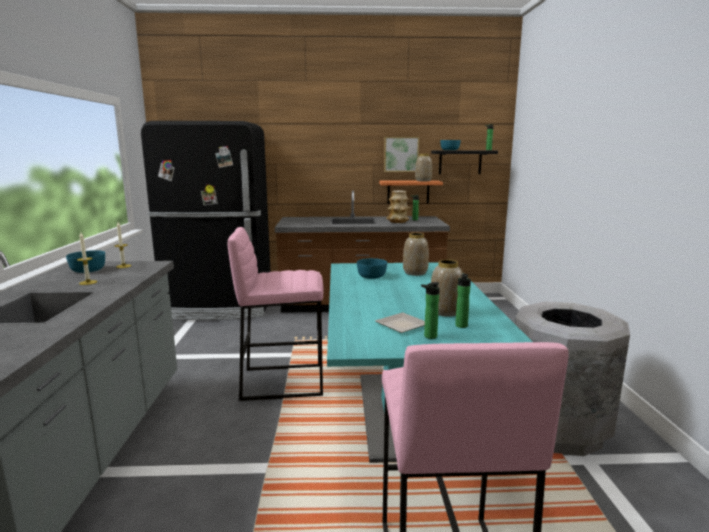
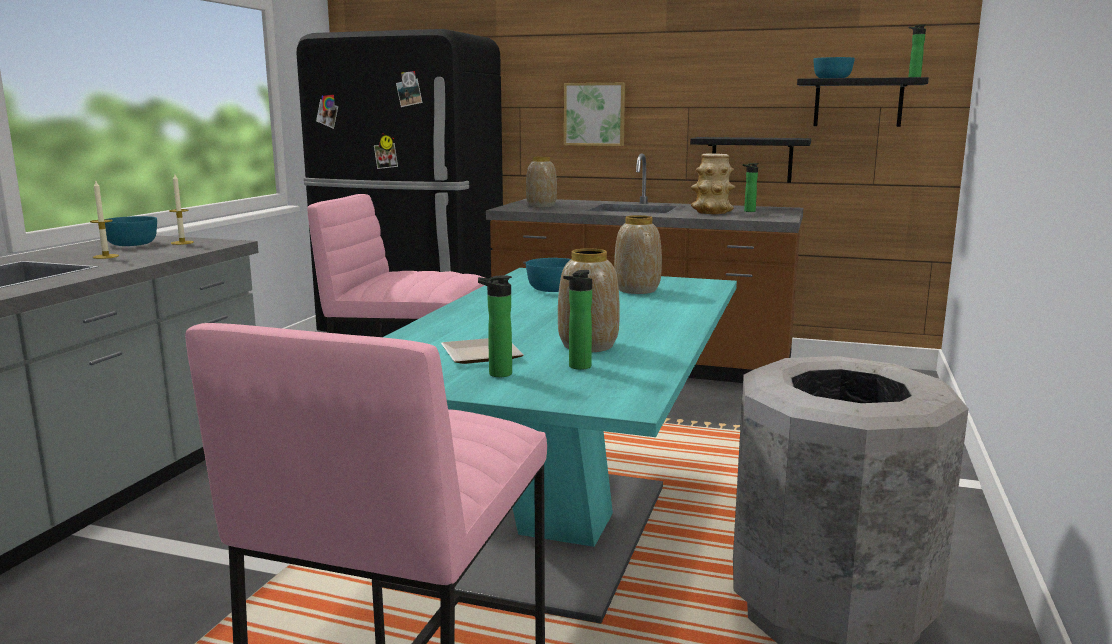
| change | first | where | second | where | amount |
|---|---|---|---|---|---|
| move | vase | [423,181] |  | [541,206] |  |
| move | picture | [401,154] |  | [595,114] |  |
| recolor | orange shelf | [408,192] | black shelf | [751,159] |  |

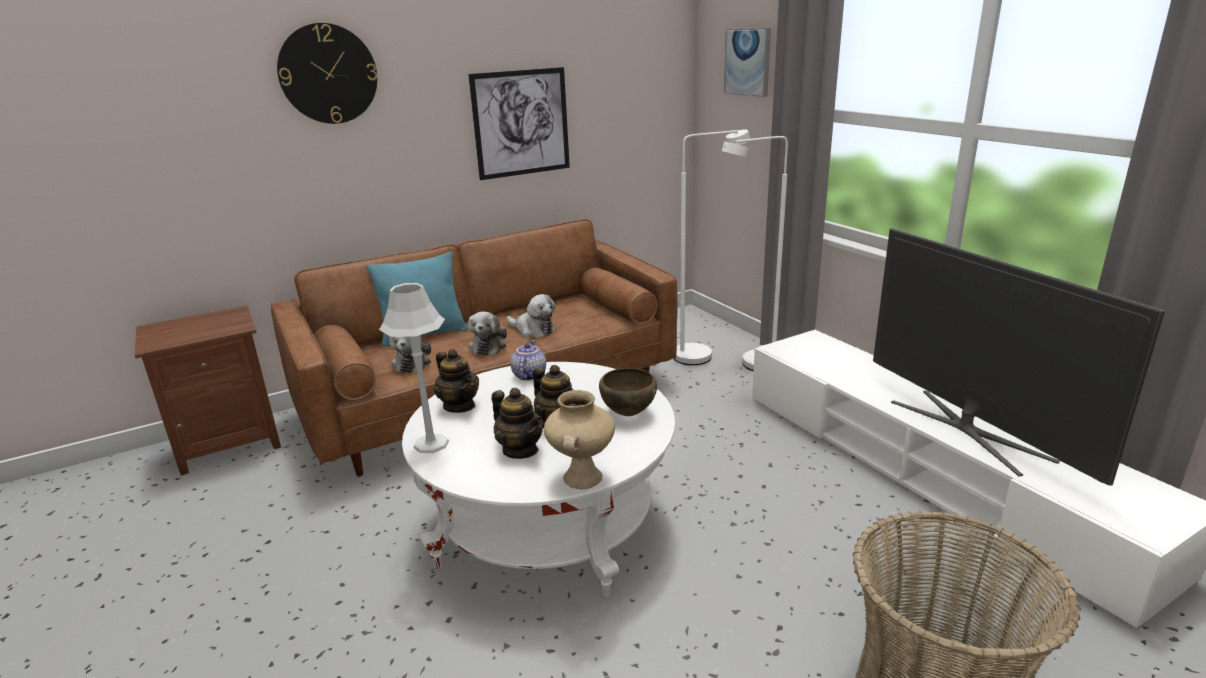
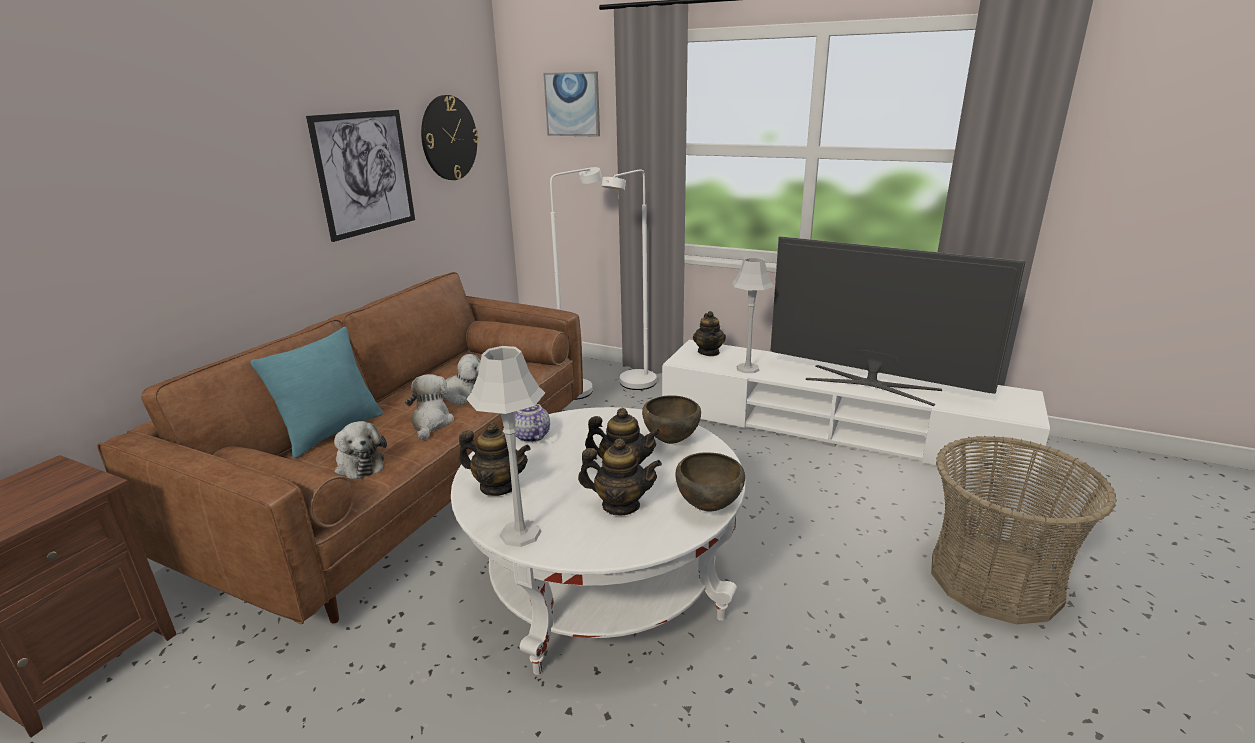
| change | first | where | second | where | amount |
|---|---|---|---|---|---|
| rotate | plush toy | [488,346] |  | [431,423] | 150 degrees counterclockwise |
| move | wall clock | [328,74] |  | [449,138] |  |
| replace | beige vase | [582,477] | brown bowl | [707,507] |  |
| insert |  |  | teapot | [709,352] |  |
| insert |  |  | grey table lamp | [748,368] |  |

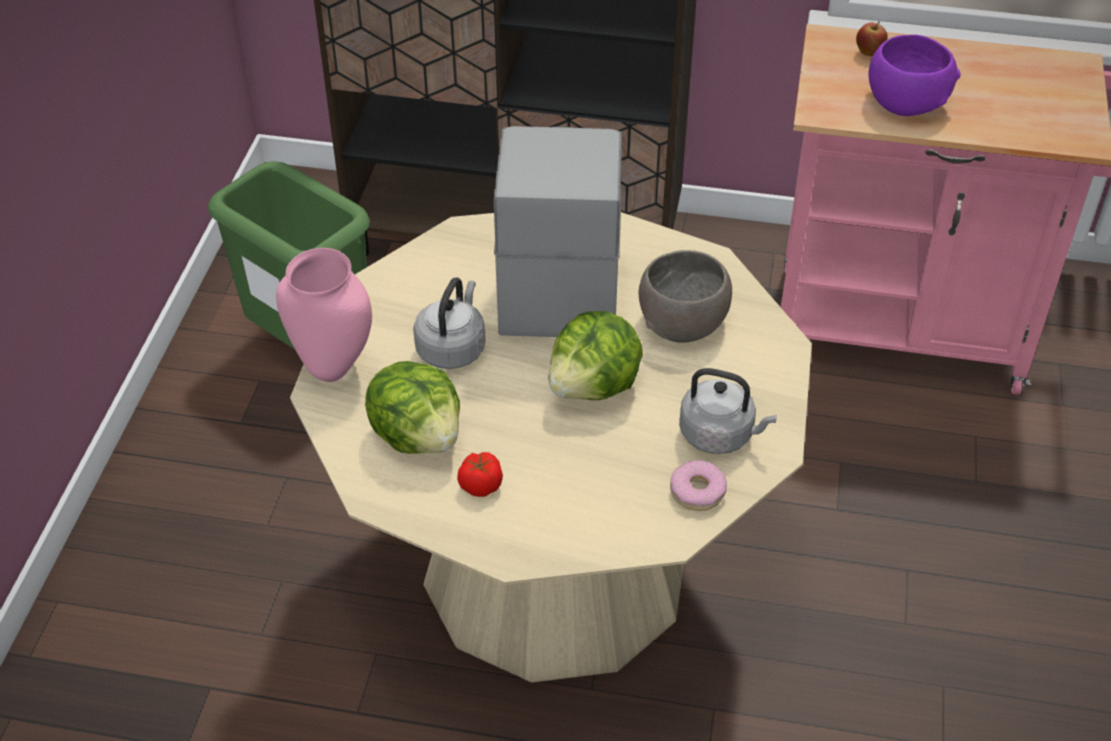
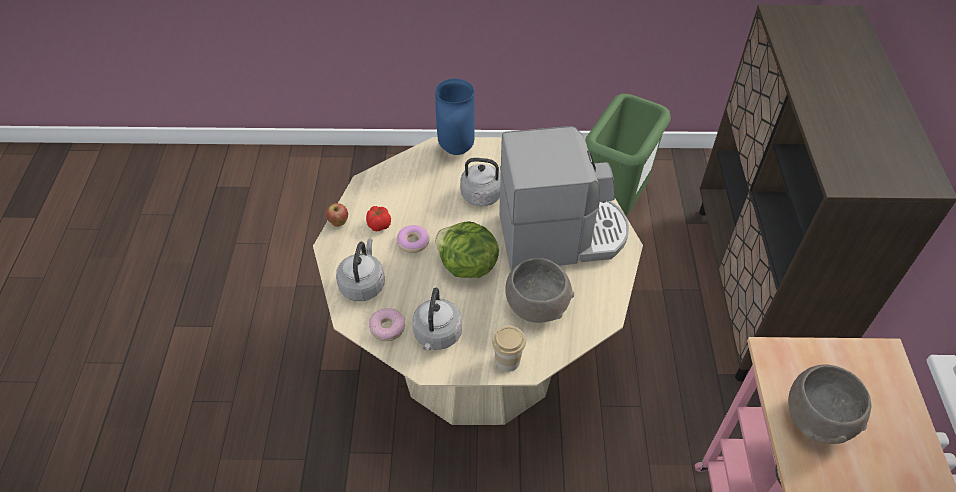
| change | first | where | second | where | amount |
|---|---|---|---|---|---|
| move | apple | [869,53] |  | [338,223] |  |
| insert |  |  | grey kettle | [363,284] |  |
| insert |  |  | donut | [413,242] |  |
| recolor | pink vase | [334,367] | blue vase | [457,149] |  |
| insert |  |  | cup | [507,361] |  |
| recolor | purple bowl | [906,102] | grey bowl | [818,419] |  |
| delete | lettuce | [418,435] |  |  |  |

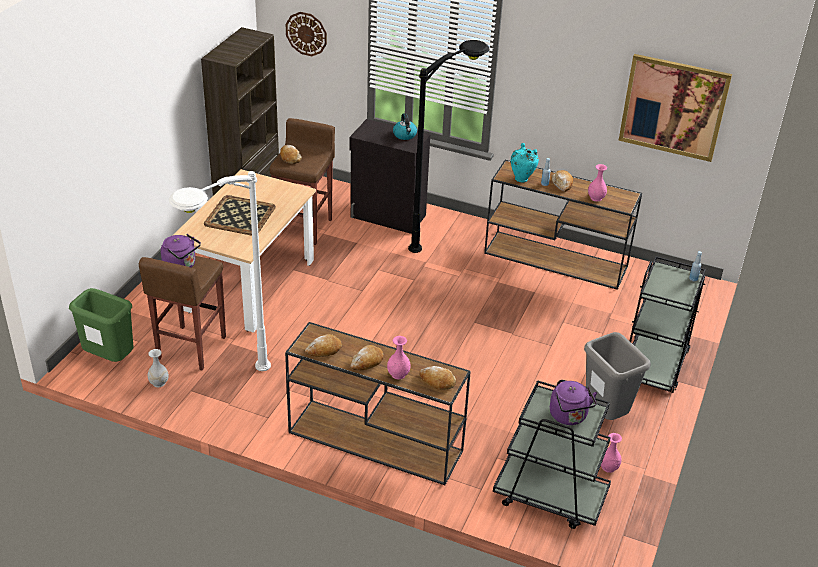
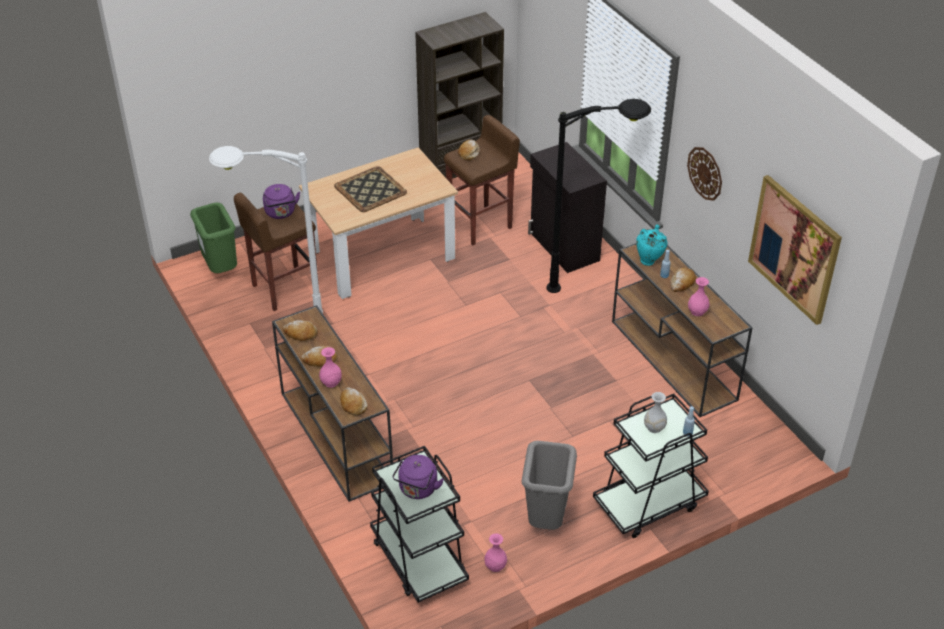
| change | first | where | second | where | amount |
|---|---|---|---|---|---|
| move | white vase | [158,383] |  | [654,427] |  |
| move | wall clock | [306,33] |  | [705,173] |  |
| delete | kettle | [405,135] |  |  |  |

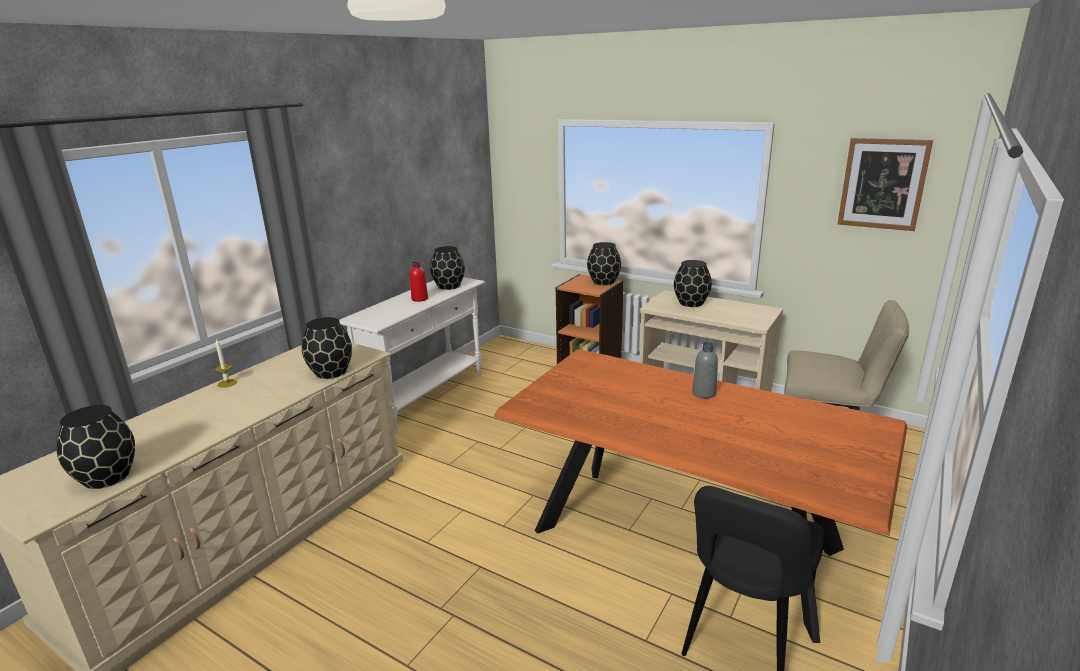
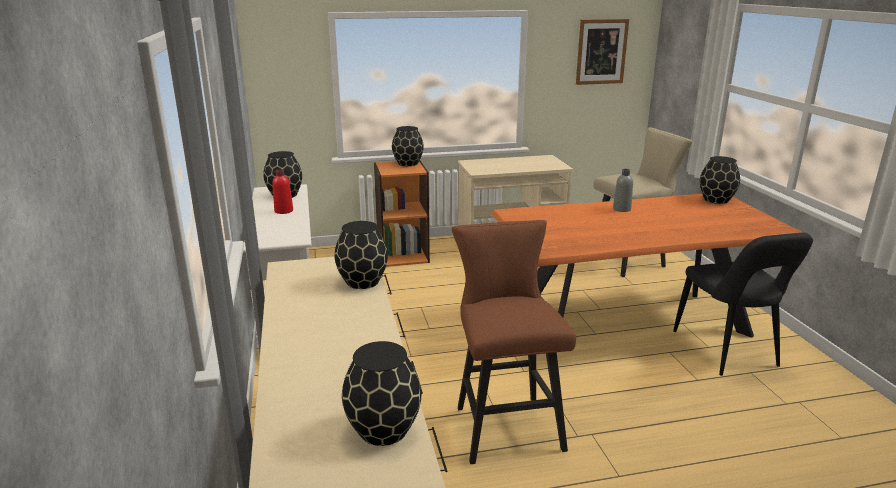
| change | first | where | second | where | amount |
|---|---|---|---|---|---|
| insert |  |  | brown stool | [505,423] |  |
| move | black vase | [691,303] |  | [716,200] |  |
| delete | candle | [227,383] |  |  |  |

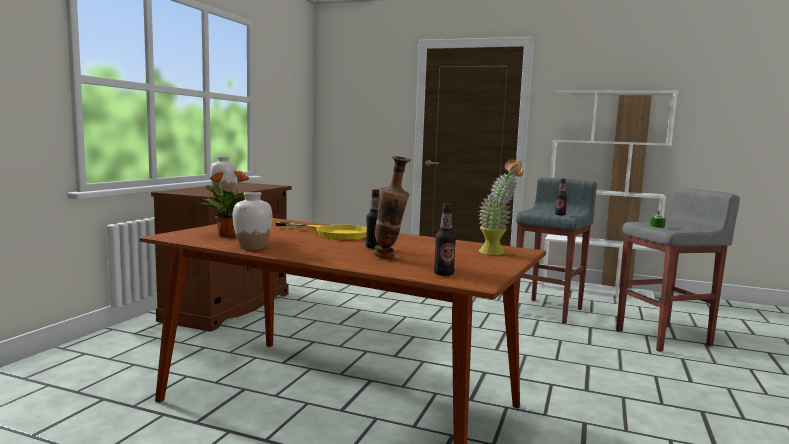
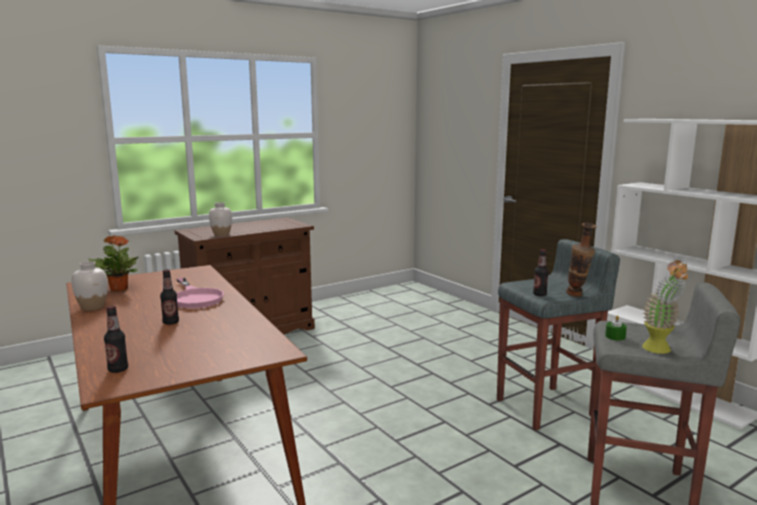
| change | first | where | second | where | amount |
|---|---|---|---|---|---|
| recolor | yellow frying pan | [333,233] | pink frying pan | [195,297] |  |
| move | vase | [389,258] |  | [577,296] |  |
| move | potted plant | [497,253] |  | [660,351] |  |

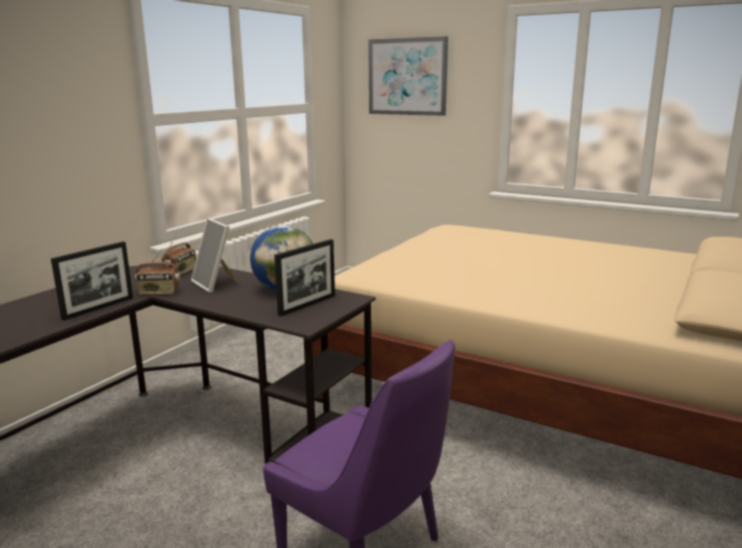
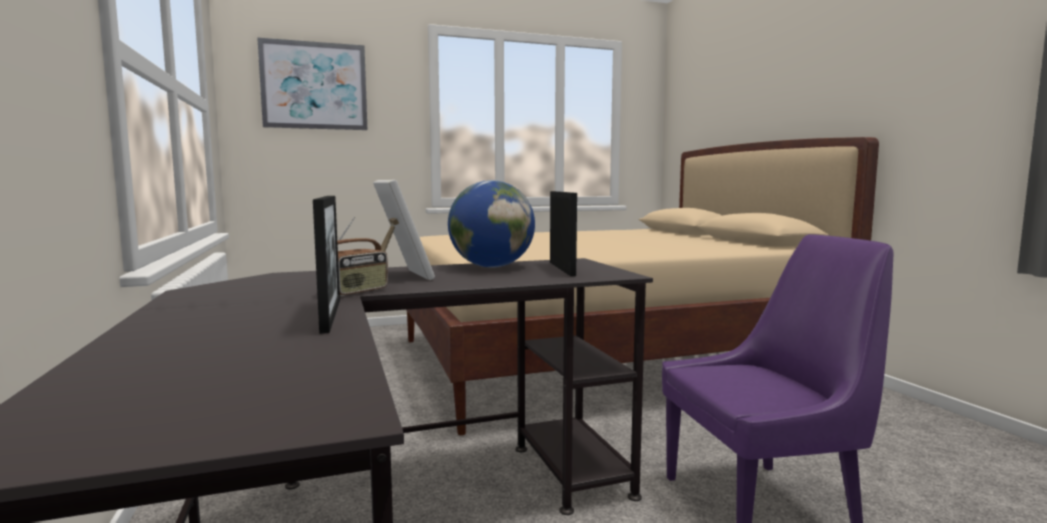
| change | first | where | second | where | amount |
|---|---|---|---|---|---|
| rotate | picture frame | [215,284] |  | [399,276] | 120 degrees counterclockwise |
| delete | radio | [181,272] |  |  |  |

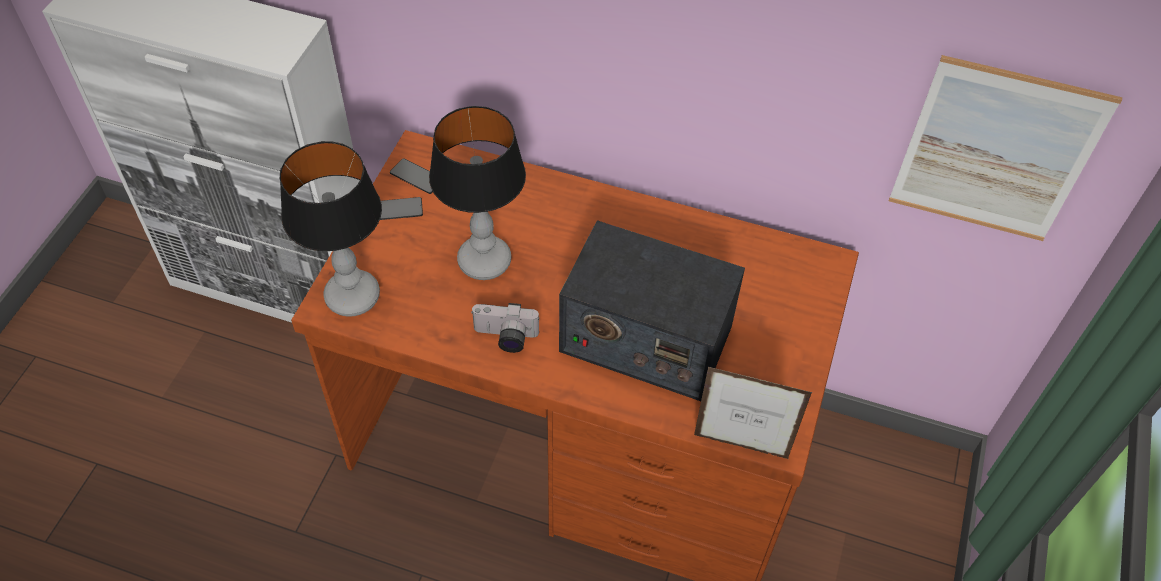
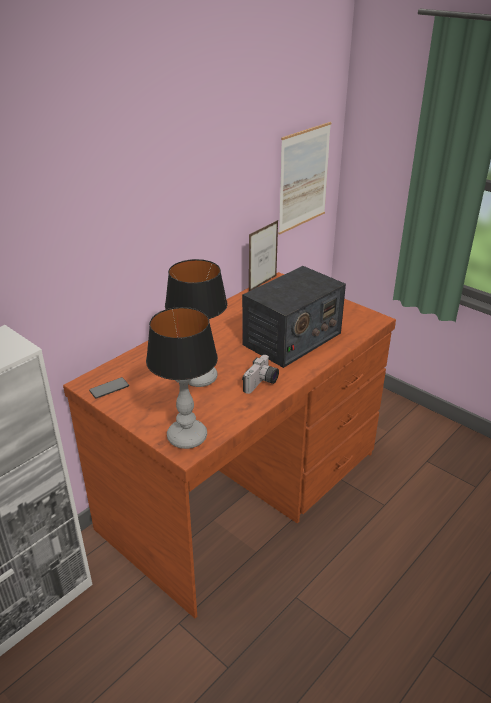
| change | first | where | second | where | amount |
|---|---|---|---|---|---|
| move | picture frame | [741,447] |  | [263,283] |  |
| delete | phone | [396,210] |  |  |  |

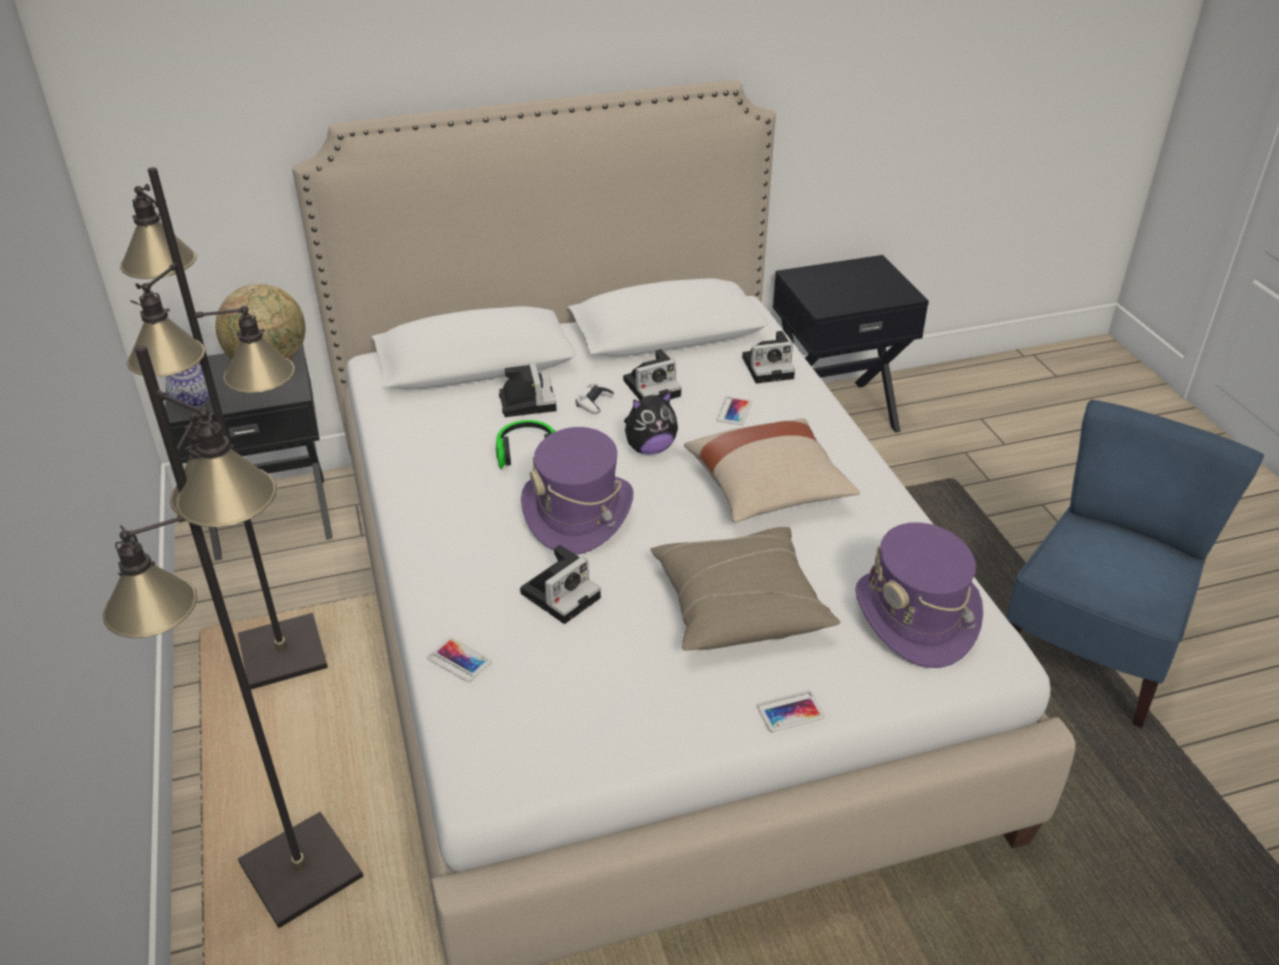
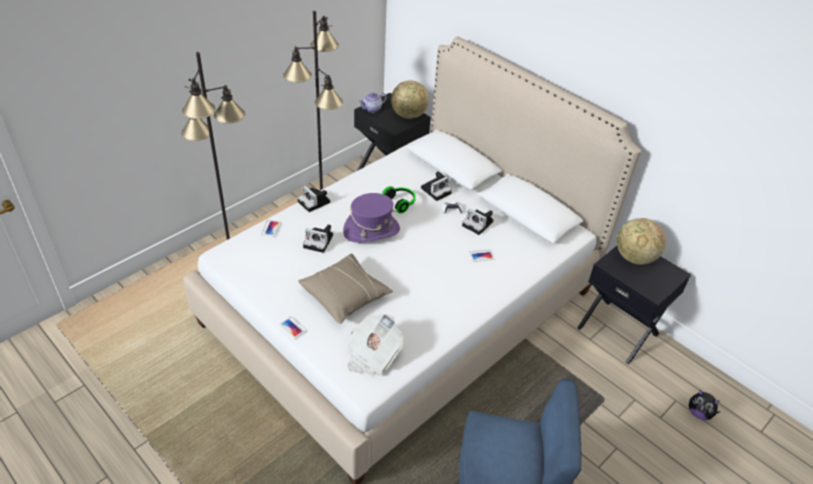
| change | first | where | second | where | amount |
|---|---|---|---|---|---|
| move | photo camera | [769,367] |  | [315,202] |  |
| replace | purple hat | [915,617] | newspaper | [372,355] |  |
| insert |  |  | globe | [634,258] |  |
| move | plush toy | [649,448] |  | [699,413] |  |
| delete | beige pillow | [768,490] |  |  |  |

